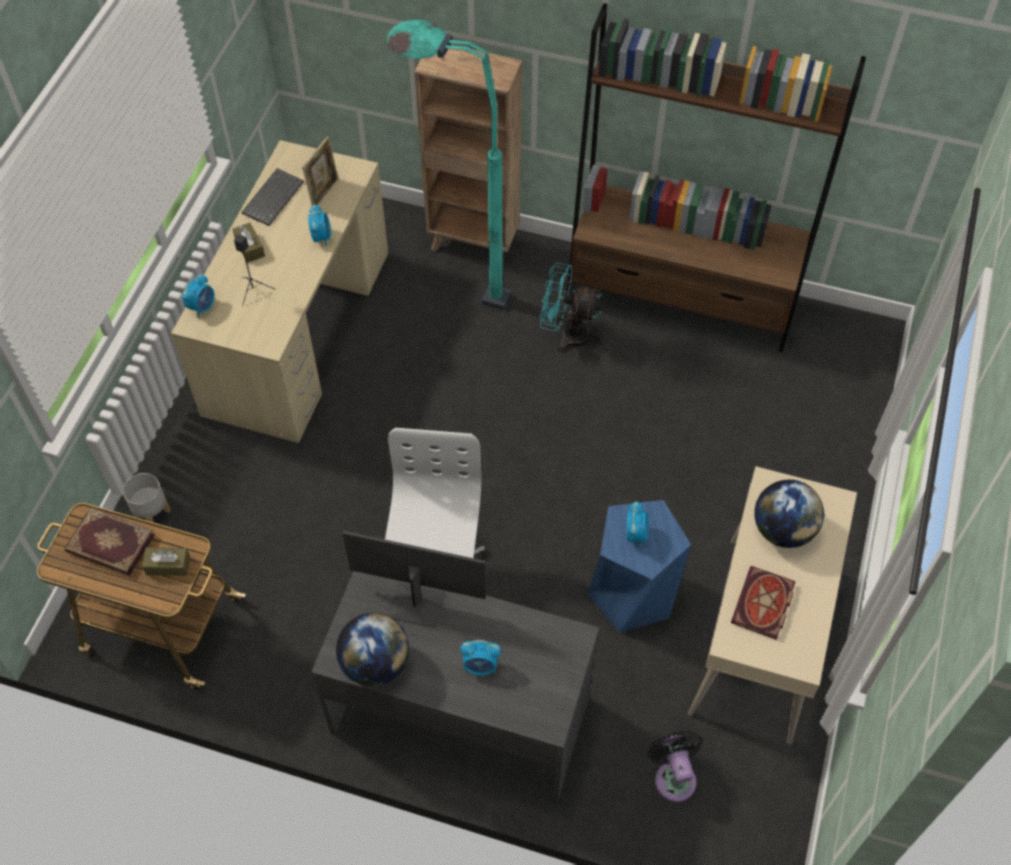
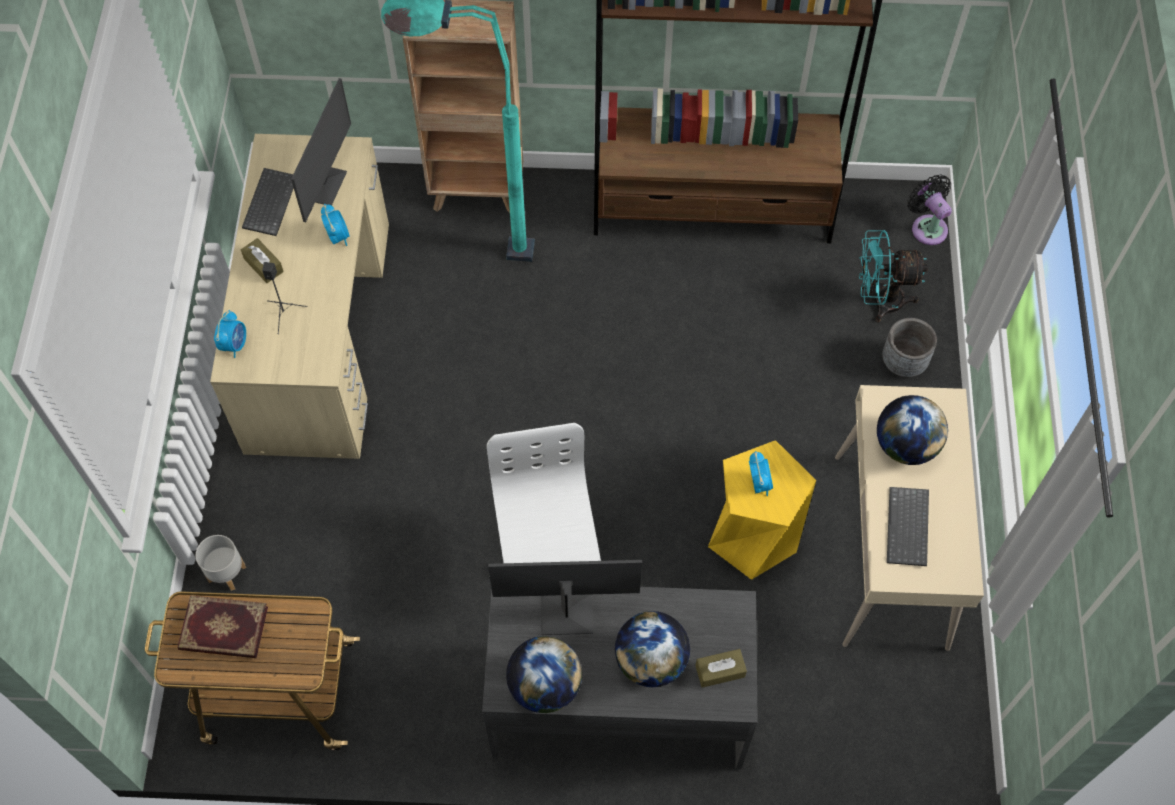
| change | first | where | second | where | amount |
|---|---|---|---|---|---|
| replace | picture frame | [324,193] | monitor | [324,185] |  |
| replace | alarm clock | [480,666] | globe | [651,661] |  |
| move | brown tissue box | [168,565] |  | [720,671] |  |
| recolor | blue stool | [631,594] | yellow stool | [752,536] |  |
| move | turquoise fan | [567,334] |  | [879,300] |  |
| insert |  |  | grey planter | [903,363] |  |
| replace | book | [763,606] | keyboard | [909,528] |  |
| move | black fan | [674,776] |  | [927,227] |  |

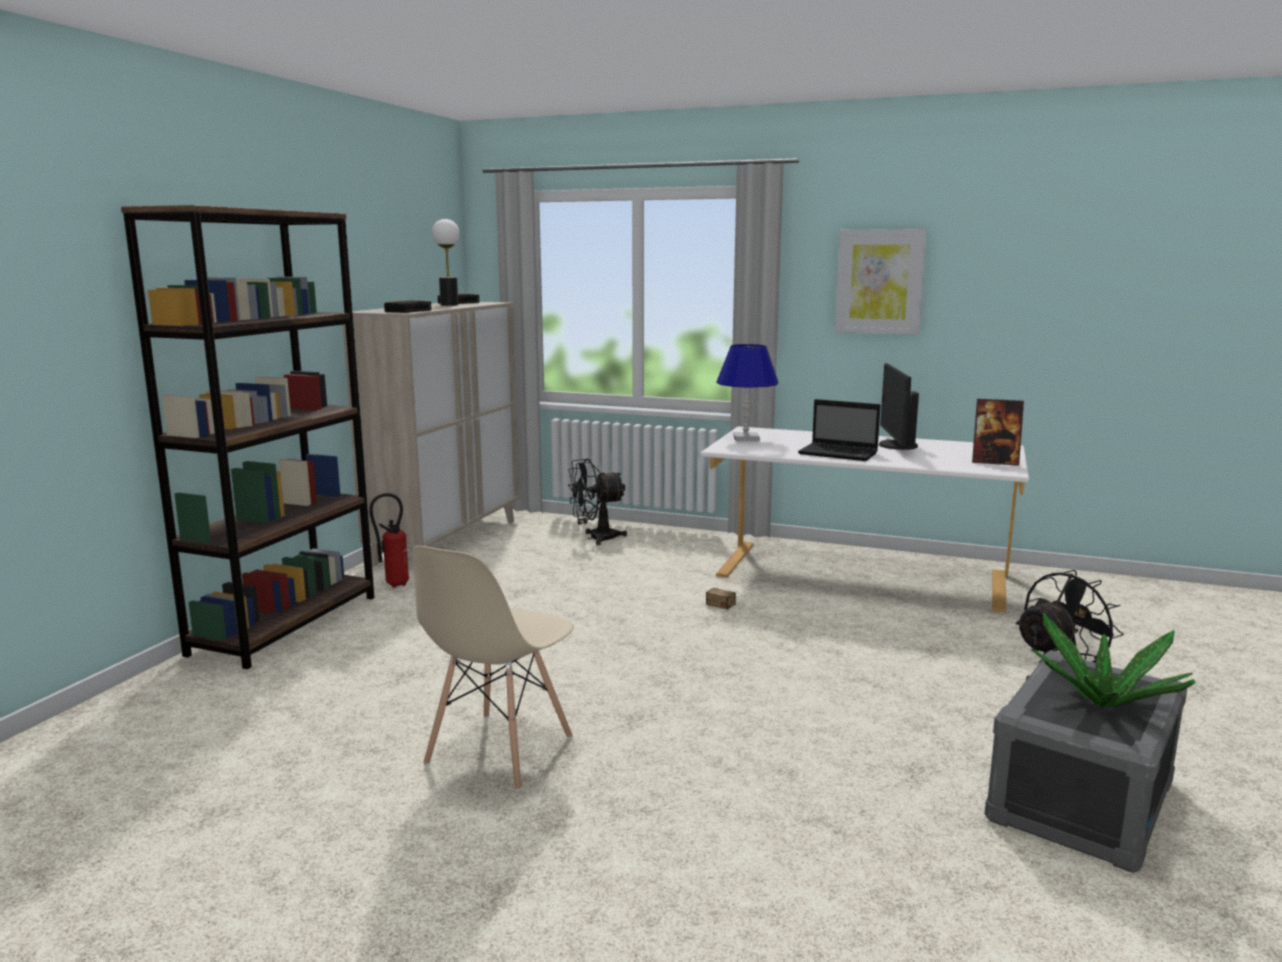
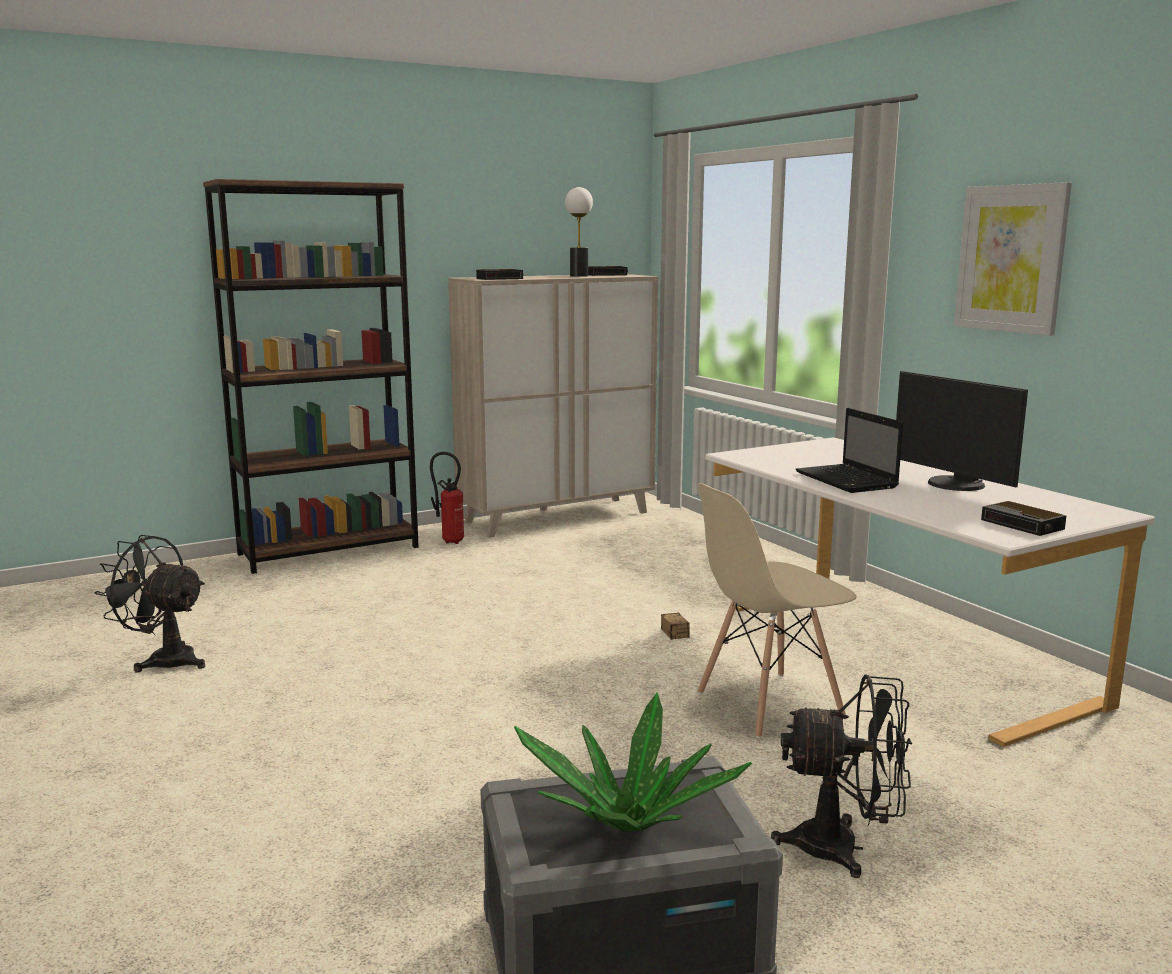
| change | first | where | second | where | amount |
|---|---|---|---|---|---|
| move | black fan | [595,538] |  | [164,660] |  |
| move | beige chair | [498,751] |  | [768,704] |  |
| rotate | monitor | [896,445] |  | [954,485] | 75 degrees counterclockwise |
| replace | picture frame | [994,462] | alarm clock | [1023,525] |  |
| delete | blue table lamp | [745,438] |  |  |  |

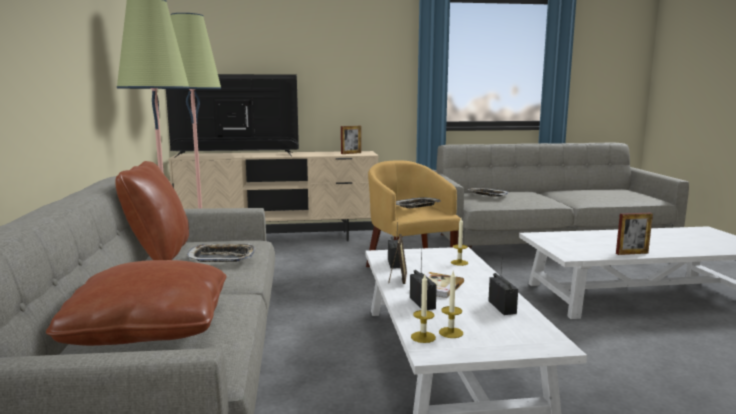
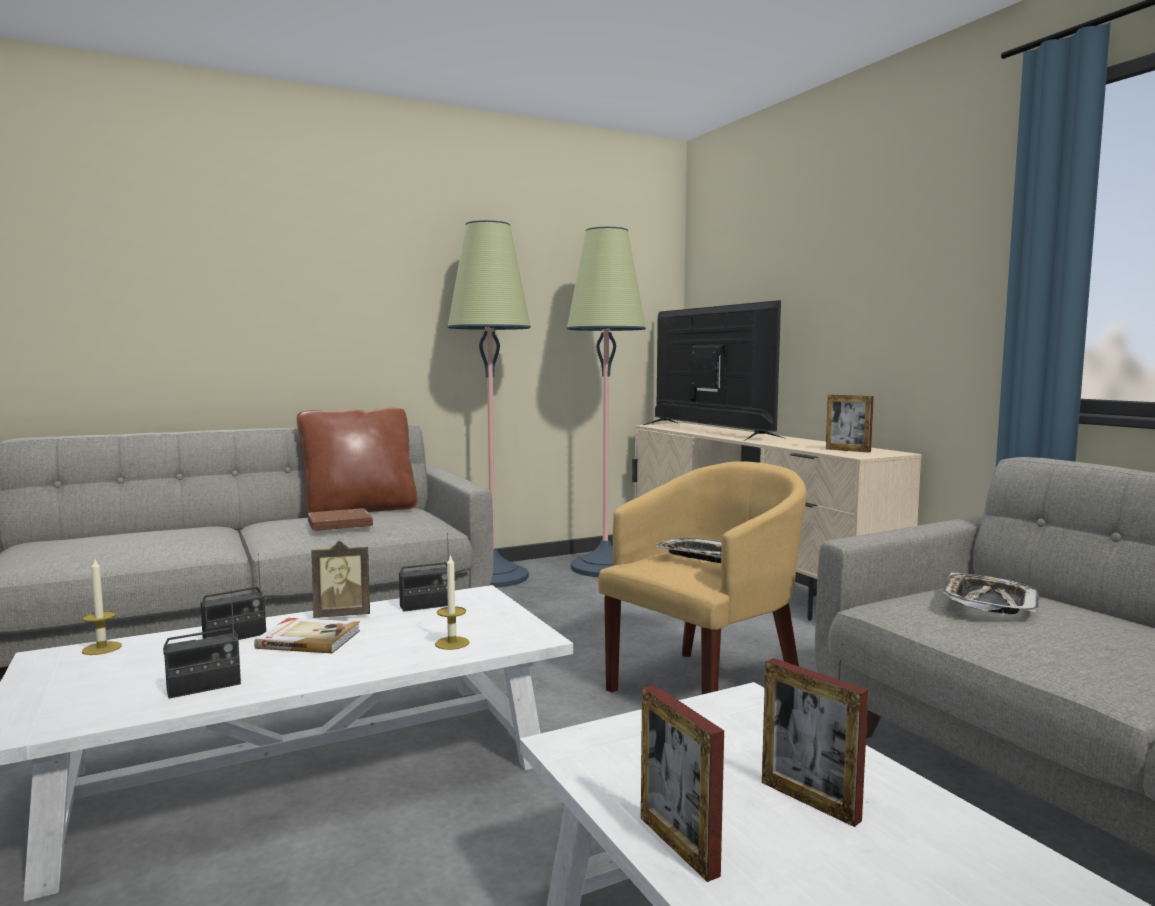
| change | first | where | second | where | amount |
|---|---|---|---|---|---|
| replace | tray | [222,258] | brown book | [340,524] |  |
| insert |  |  | picture frame | [809,801] |  |
| delete | brown pillow | [149,328] |  |  |  |
| delete | candle | [451,332] |  |  |  |

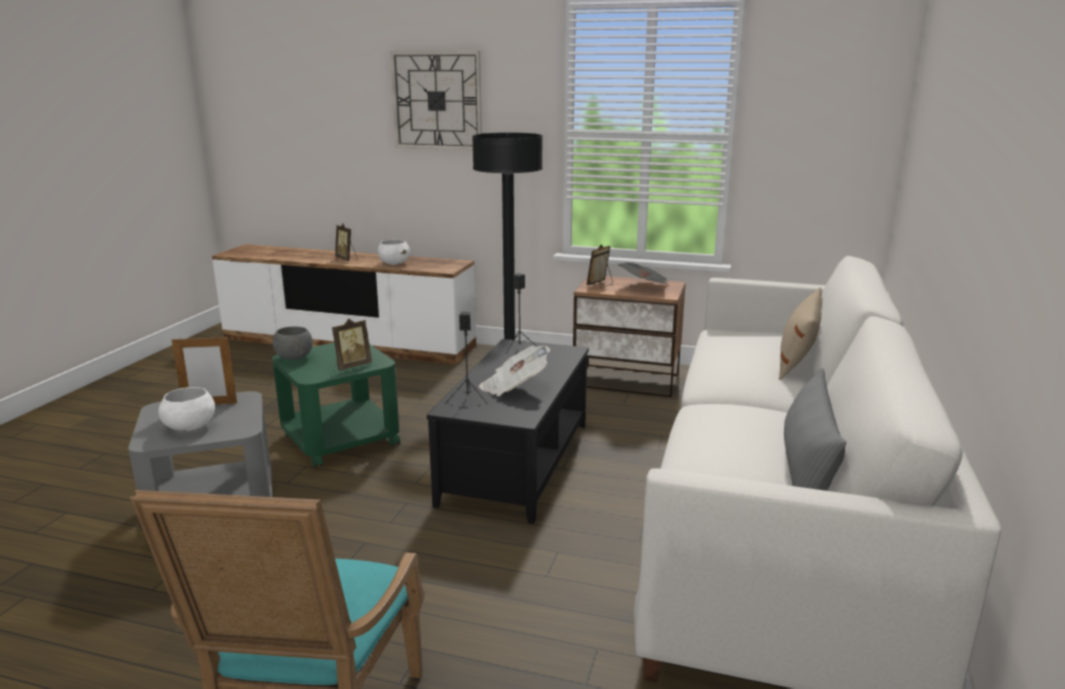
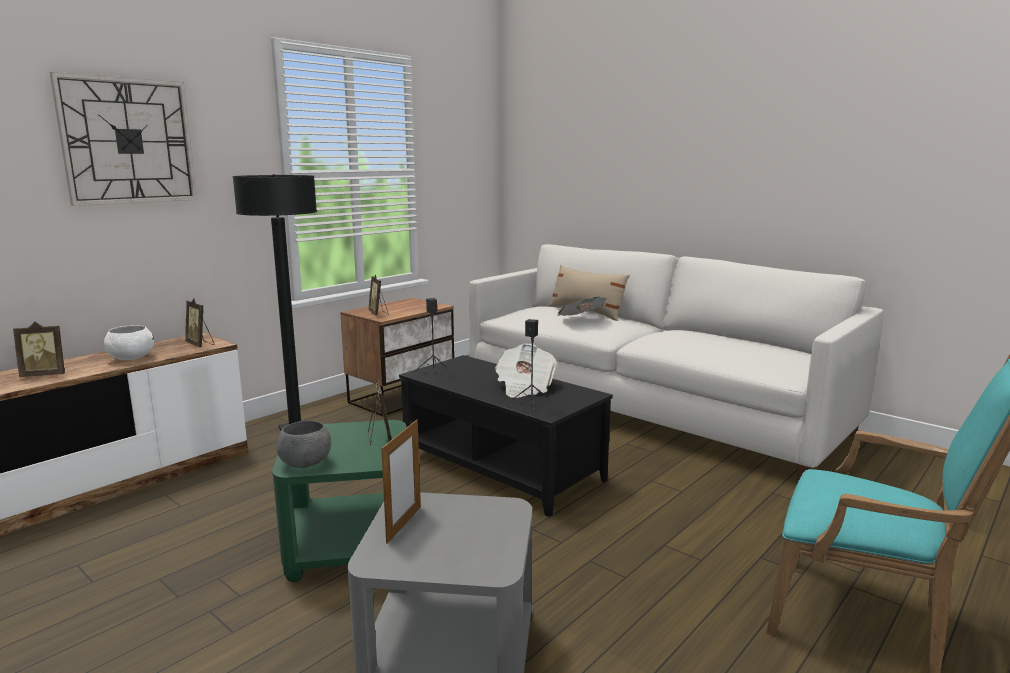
| change | first | where | second | where | amount |
|---|---|---|---|---|---|
| insert |  |  | picture frame | [200,344] |  |
| move | newspaper | [644,287] |  | [580,320] |  |
| delete | white bowl | [190,427] |  |  |  |
| delete | grey pillow | [805,473] |  |  |  |

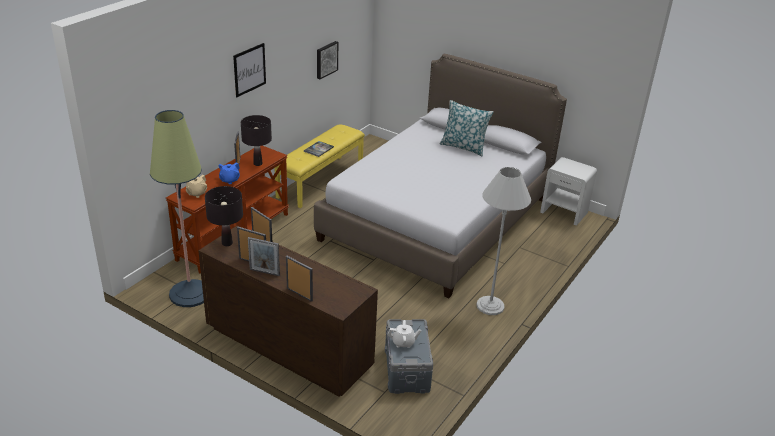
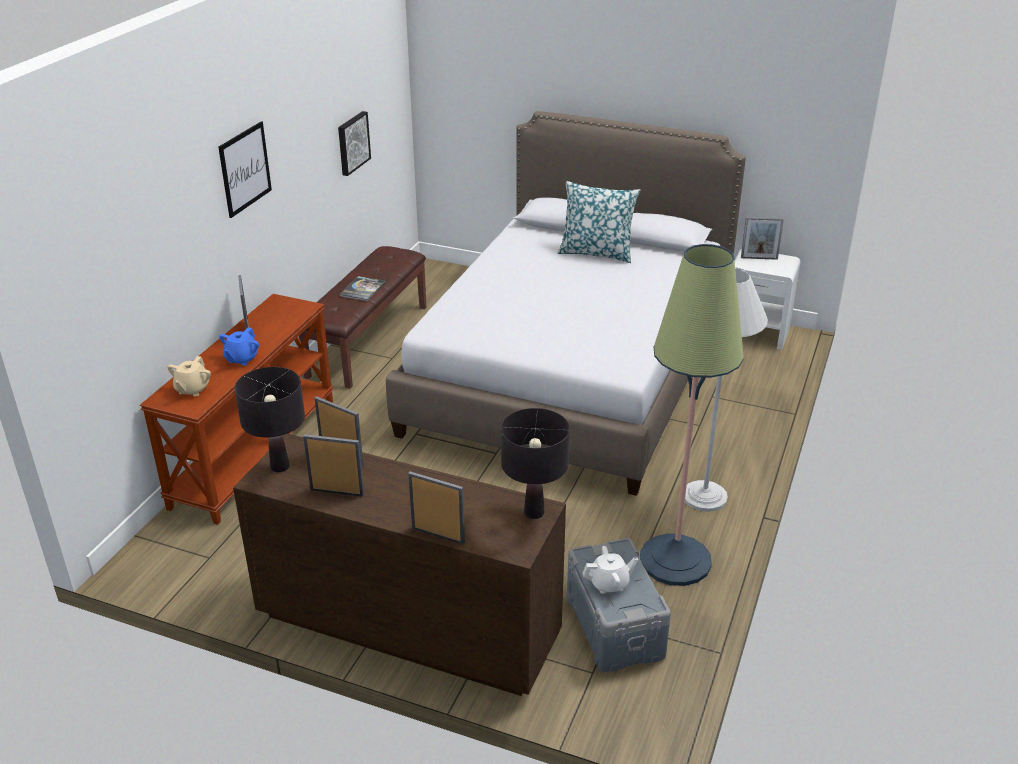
| change | first | where | second | where | amount |
|---|---|---|---|---|---|
| recolor | yellow bench | [320,180] | brown bench | [367,340] |  |
| move | black table lamp | [257,163] |  | [534,512] |  |
| move | floor lamp | [190,294] |  | [675,560] |  |
| move | picture frame | [264,272] |  | [759,258] |  |

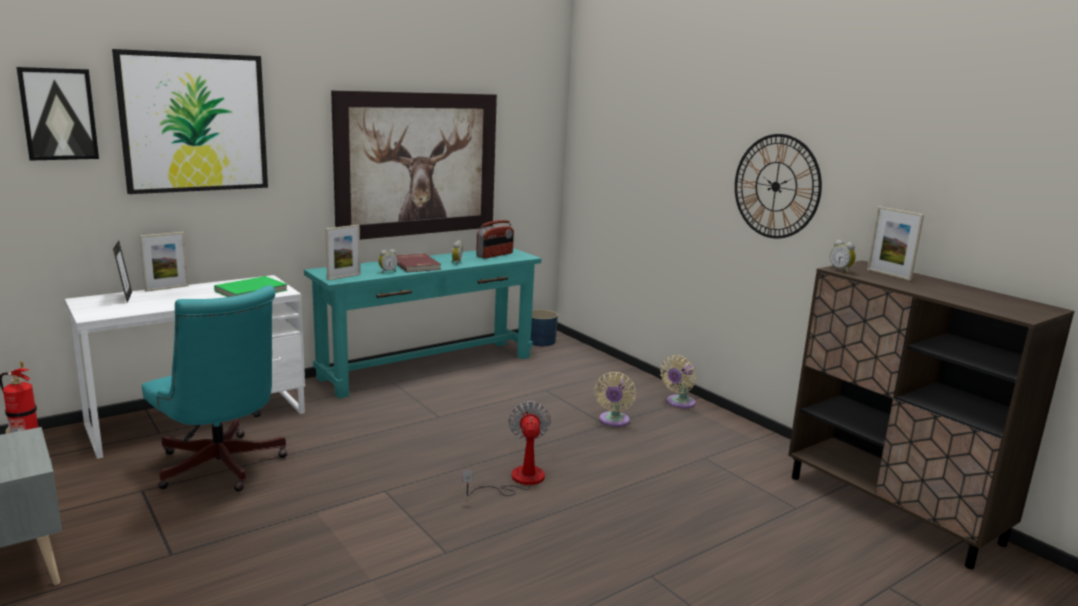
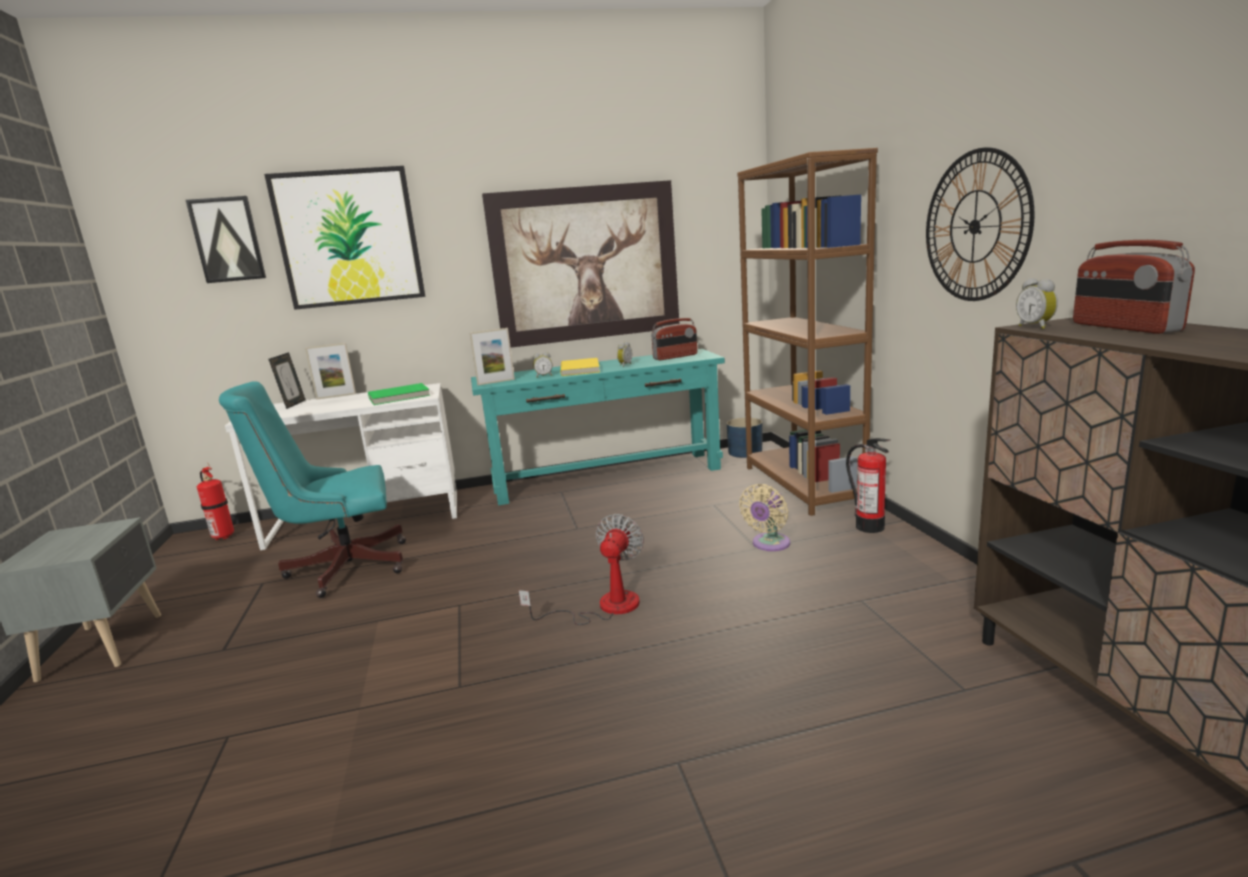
| change | first | where | second | where | amount |
|---|---|---|---|---|---|
| rotate | turquoise office chair | [221,469] |  | [340,568] | 90 degrees clockwise |
| recolor | red book | [416,265] | yellow book | [581,369] |  |
| insert |  |  | brown bookcase | [802,485] |  |
| replace | beige fan | [679,403] | fire extinguisher | [870,527] |  |
| replace | picture frame | [888,274] | radio | [1124,327] |  |

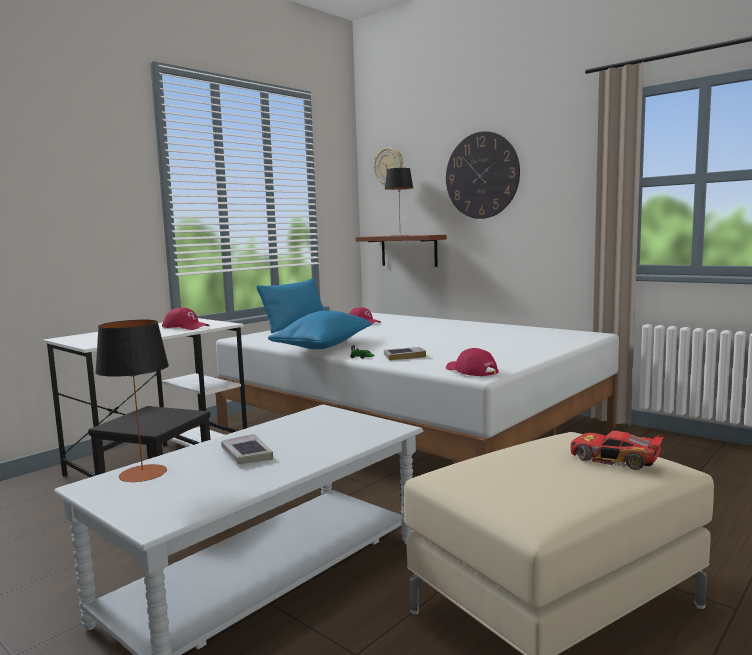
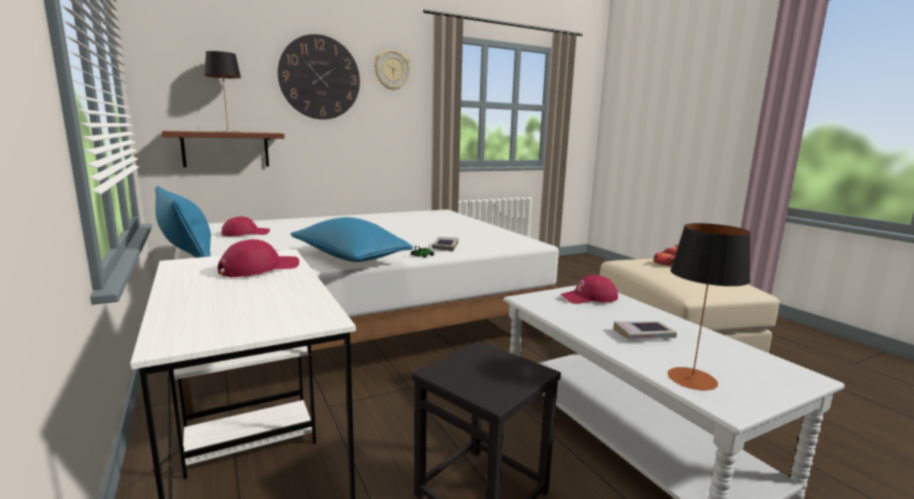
| change | first | where | second | where | amount |
|---|---|---|---|---|---|
| move | wall clock | [389,167] |  | [392,70] |  |
| move | red cap | [470,371] |  | [589,298] |  |

